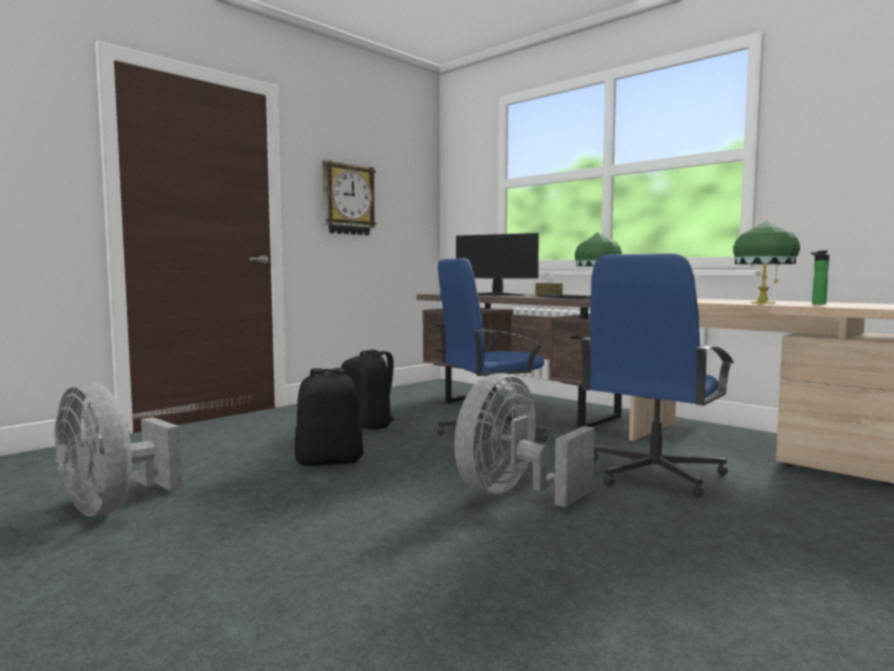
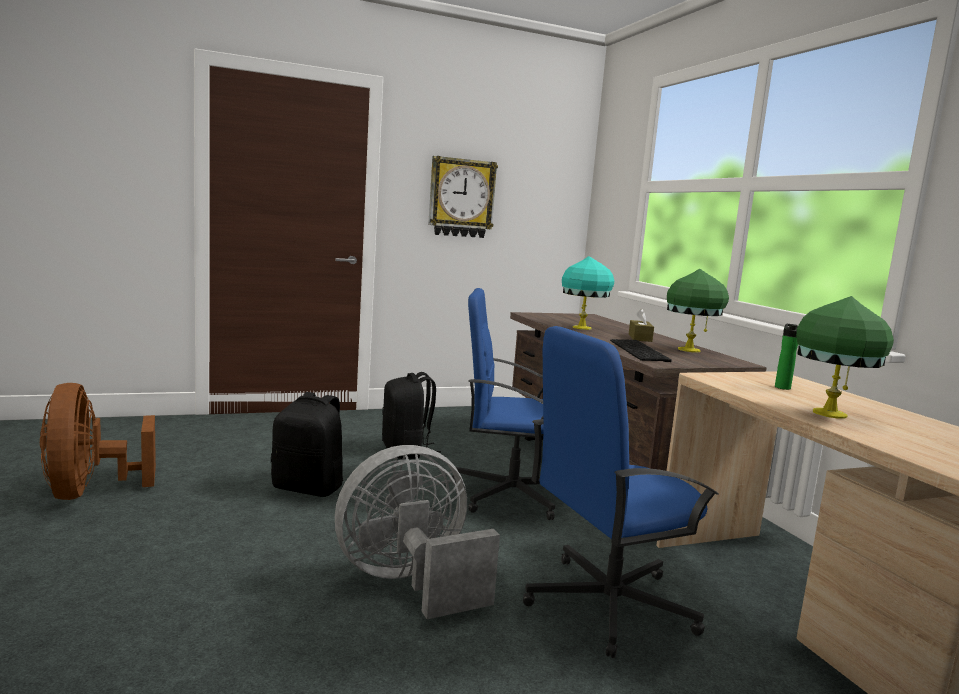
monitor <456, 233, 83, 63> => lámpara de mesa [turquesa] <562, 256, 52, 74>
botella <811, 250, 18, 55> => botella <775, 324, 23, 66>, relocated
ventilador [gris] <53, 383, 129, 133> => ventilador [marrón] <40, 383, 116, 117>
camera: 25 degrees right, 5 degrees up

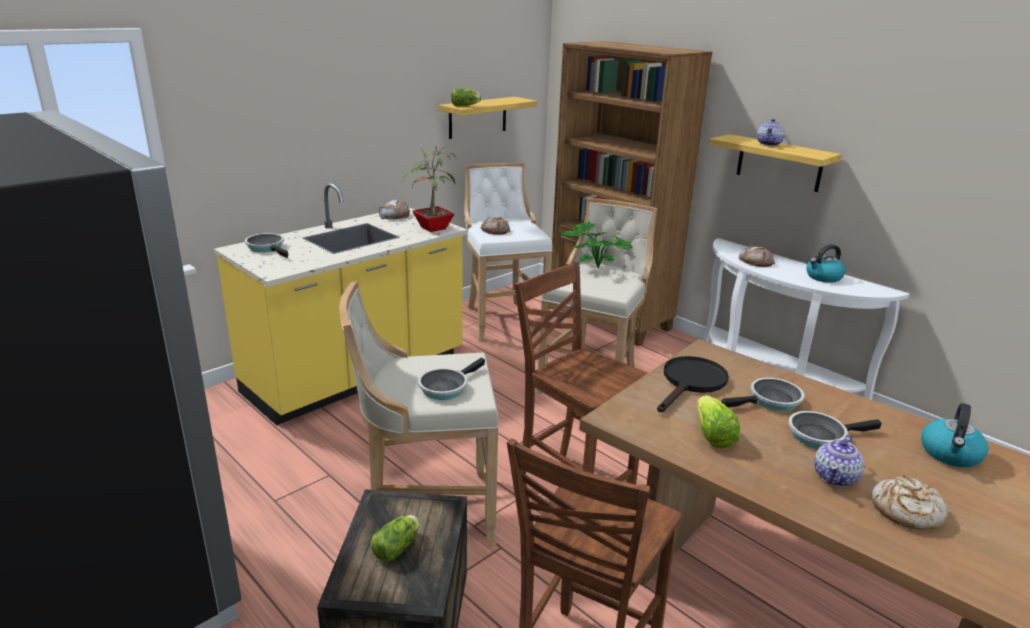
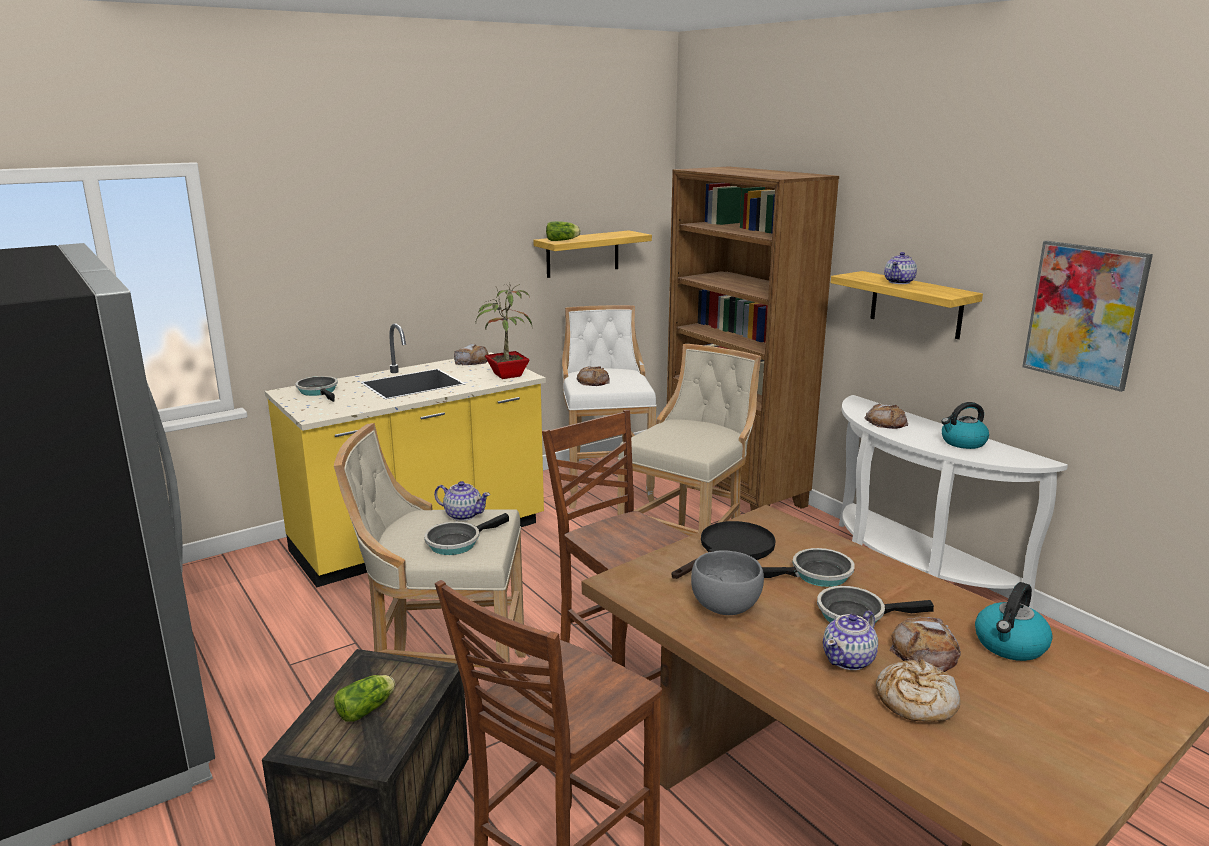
planta en maceta <560, 221, 73, 48> => nothing
lechuga <697, 395, 43, 53> => cuenco [gris] <691, 550, 73, 65>
nothing => cuadro <1022, 241, 131, 151>
nothing => tetera <434, 481, 56, 40>
nothing => pan <889, 617, 72, 55>
camera: 10 degrees right, 5 degrees down

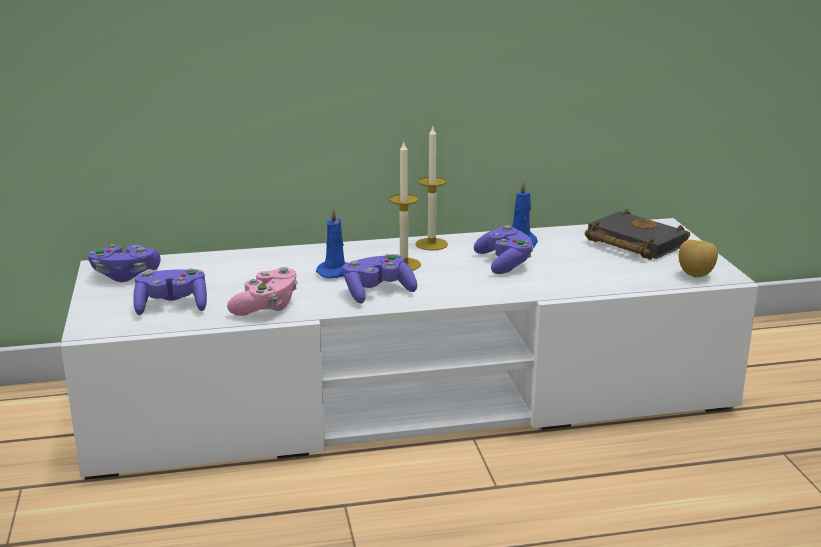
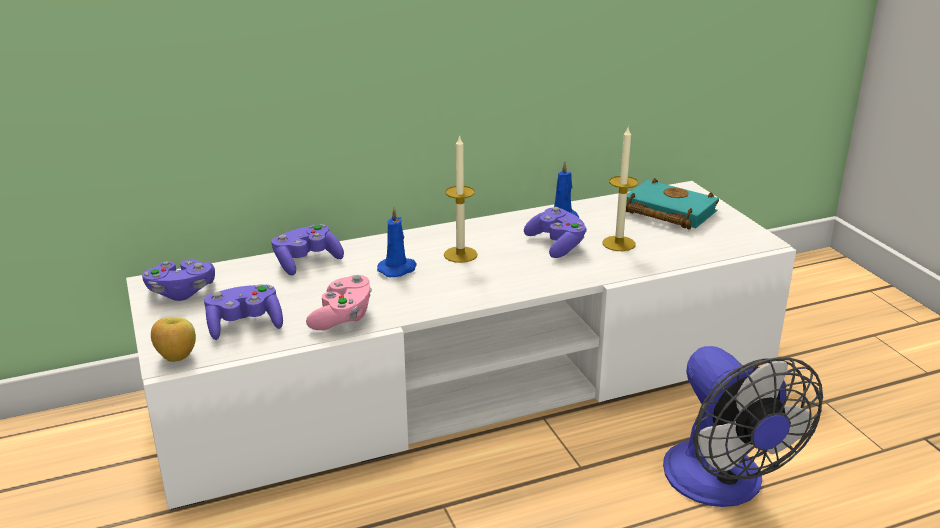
vela <416, 127, 32, 124> => vela <603, 127, 35, 124>, relocated
libro [negro] <585, 209, 105, 51> => libro [turquesa] <626, 178, 93, 52>
manzana <679, 240, 39, 37> => manzana <151, 318, 45, 44>, relocated
mando de consola [morado] <343, 254, 74, 49> => mando de consola [morado] <271, 224, 73, 51>, relocated
nothing => ventilador <663, 346, 160, 161>
camera: 10 degrees left, 5 degrees up

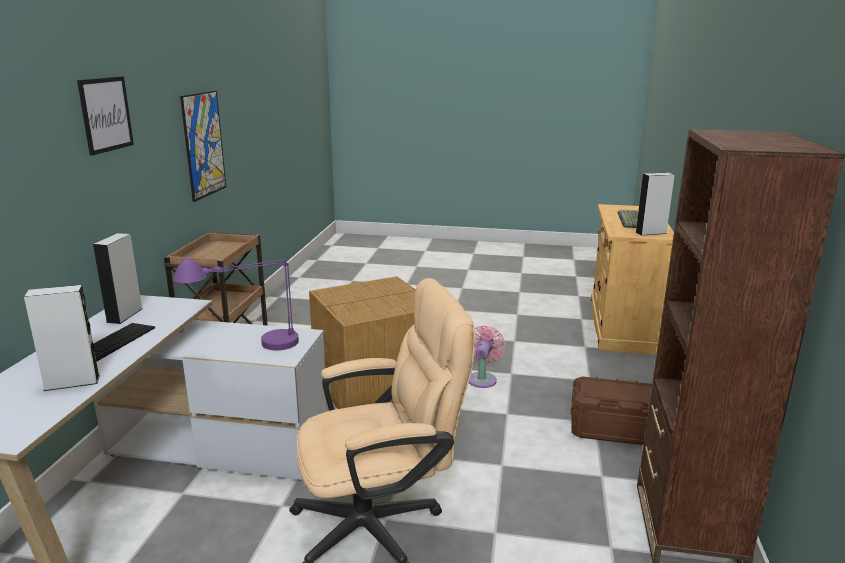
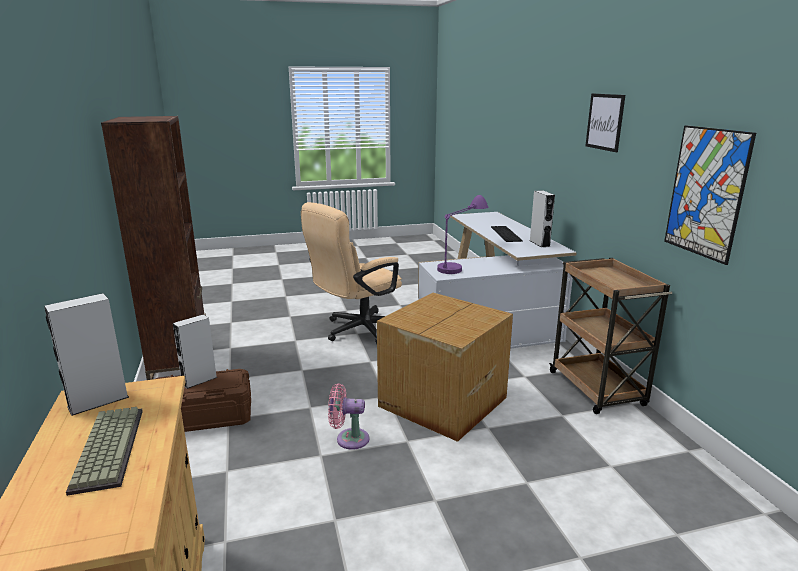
altavoz [gris] <24, 285, 76, 106> => altavoz [gris] <173, 314, 44, 75>, relocated
ventilador [rosa] <469, 326, 36, 62> => ventilador [rosa] <328, 383, 41, 67>, 105 degrees clockwise
camera: 155 degrees right, 0 degrees up

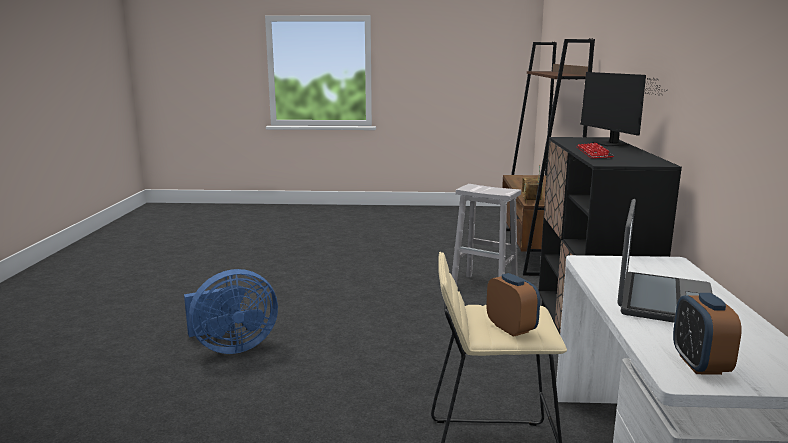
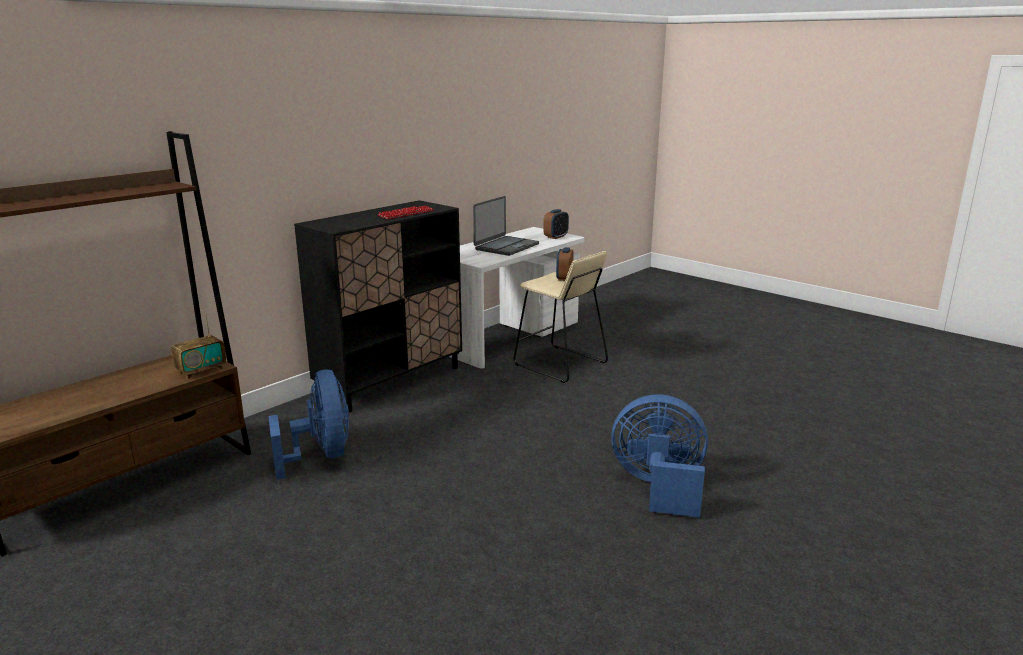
monitor <580, 72, 87, 74> => nothing
taburete [blanco] <452, 184, 69, 101> => ventilador [azul] <268, 370, 81, 110>
portátil <617, 199, 96, 124> => portátil <473, 196, 66, 60>, 150 degrees clockwise
camera: 140 degrees left, 5 degrees up

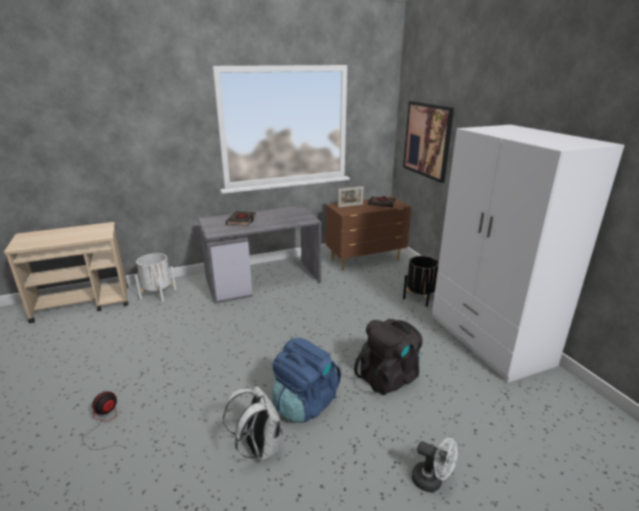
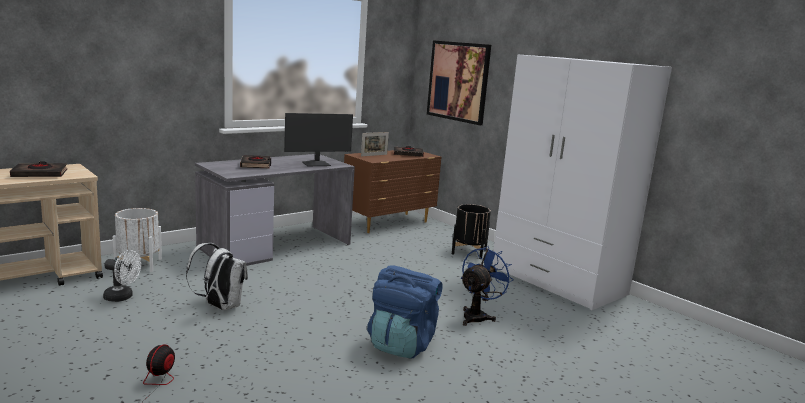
mochila [negro] <354, 319, 69, 76> => ventilador [azul] <461, 246, 53, 80>
mochila [blanco] <223, 386, 60, 76> => mochila [blanco] <186, 243, 62, 67>, relocated
ventilador [blanco] <412, 437, 46, 55> => ventilador [blanco] <103, 250, 38, 52>, relocated
nothing => monitor <284, 113, 69, 53>
nothing => libro [negro] <10, 161, 57, 16>
camera: 20 degrees left, 10 degrees down

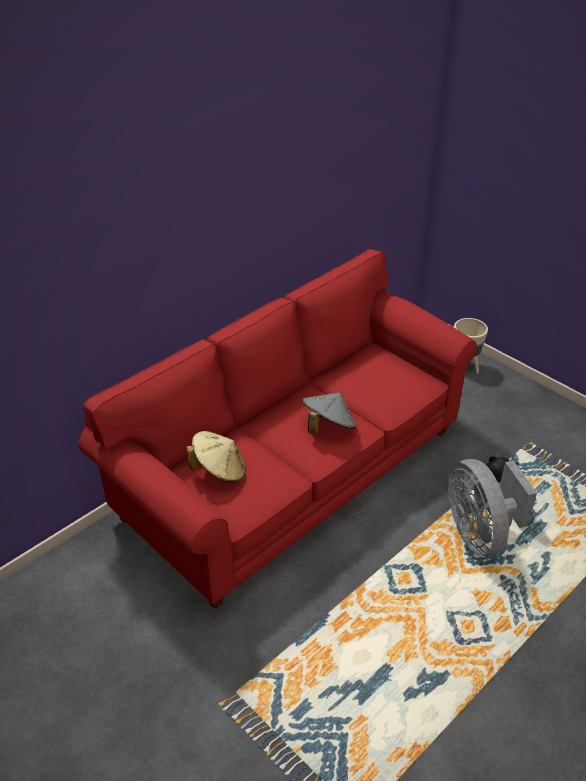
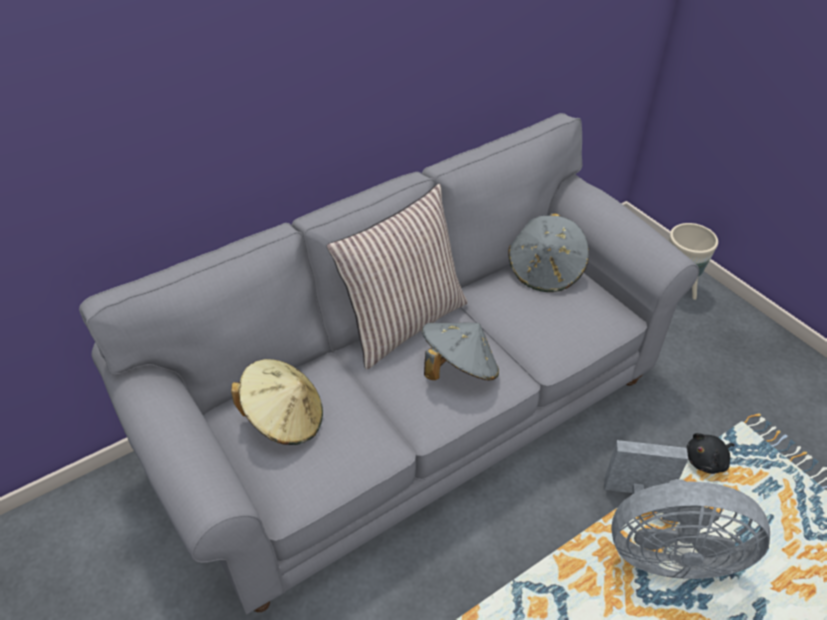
sofá [rojo] <78, 249, 399, 359> => sofá [gris] <79, 113, 620, 502>
ventilador [gris] <448, 459, 89, 97> => ventilador [gris] <604, 440, 166, 139>, 75 degrees counterclockwise
nothing => cojín <327, 184, 141, 186>
nothing => sombrero [gris] <508, 213, 81, 79>
camera: 10 degrees right, 5 degrees up

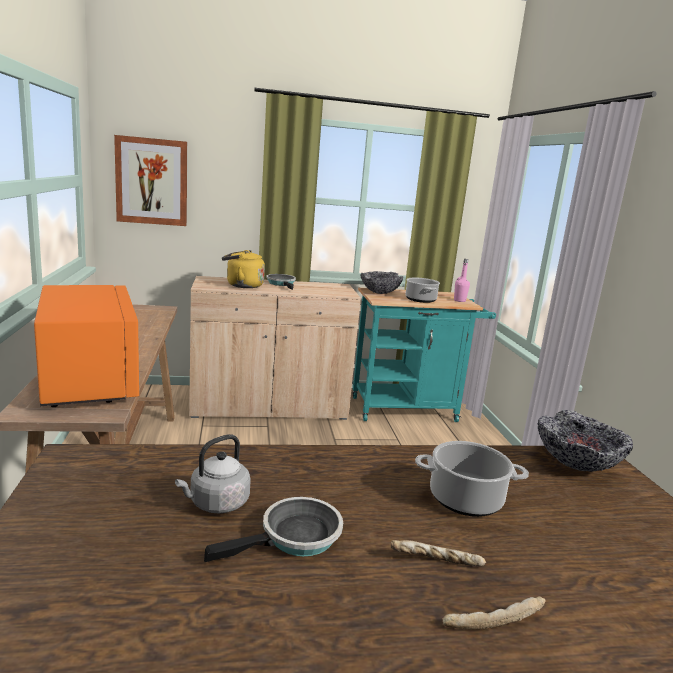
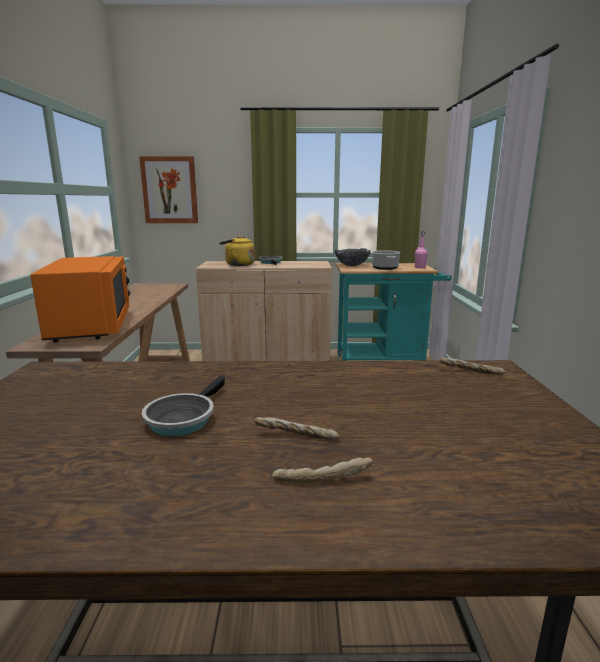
cuenco <537, 410, 96, 62> => pan <439, 358, 66, 17>
hervidor [gris] <175, 434, 76, 80> => nothing
olla <415, 441, 114, 76> => nothing
sartén <204, 497, 139, 65> => sartén <142, 376, 83, 60>, 135 degrees clockwise
camera: 10 degrees right, 0 degrees up

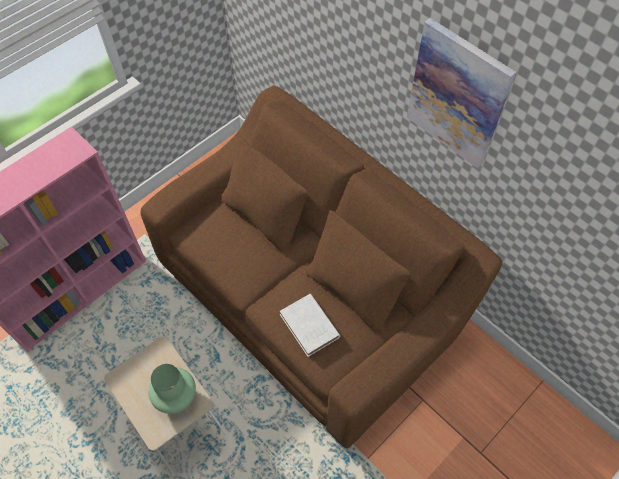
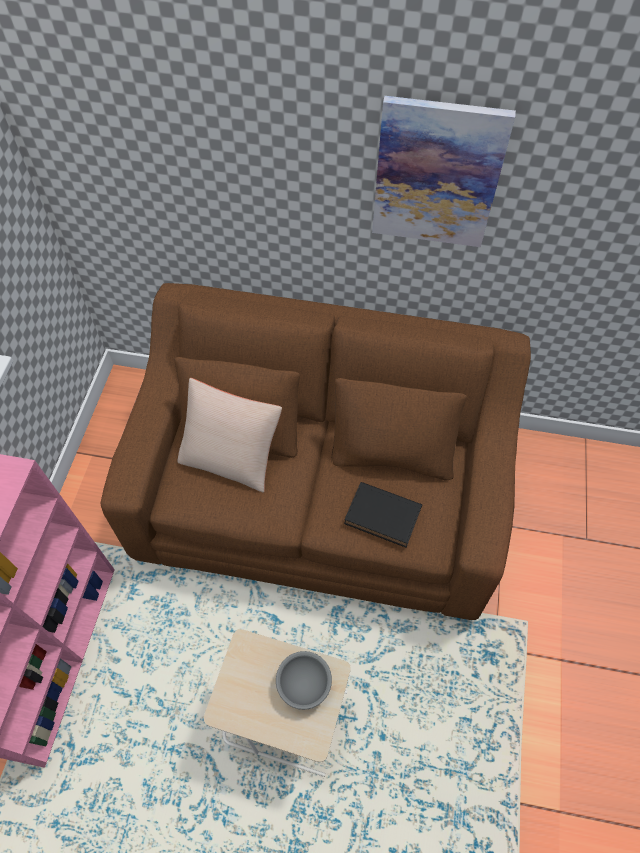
libro [blanco] <280, 294, 60, 63> => libro [negro] <344, 482, 78, 66>
florero [verde] <149, 364, 47, 50> => cuenco [gris] <276, 651, 56, 59>
nothing => cojín [beis] <177, 378, 105, 115>
camera: 35 degrees left, 0 degrees up

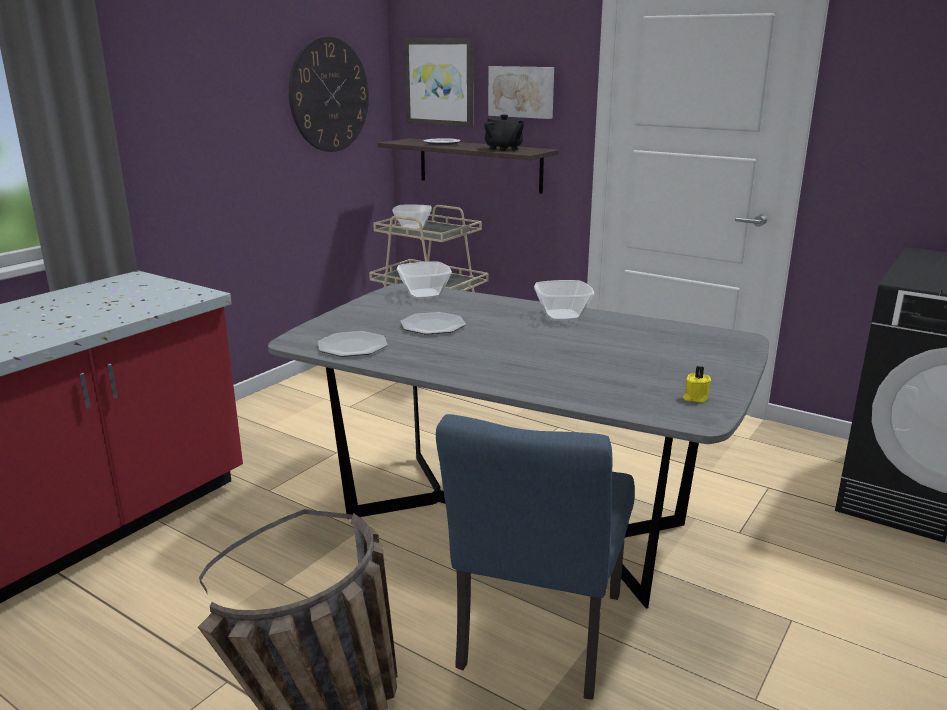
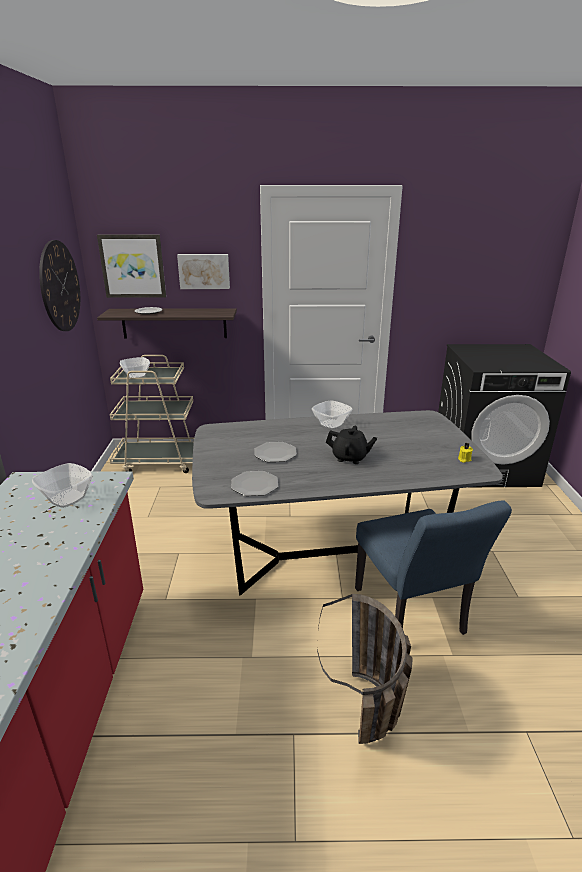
tetera [negro] <484, 114, 40, 37> => tetera [negro] <326, 426, 51, 38>, relocated
cuenco <397, 261, 55, 38> => cuenco <32, 463, 61, 45>, relocated
camera: 35 degrees left, 5 degrees up

